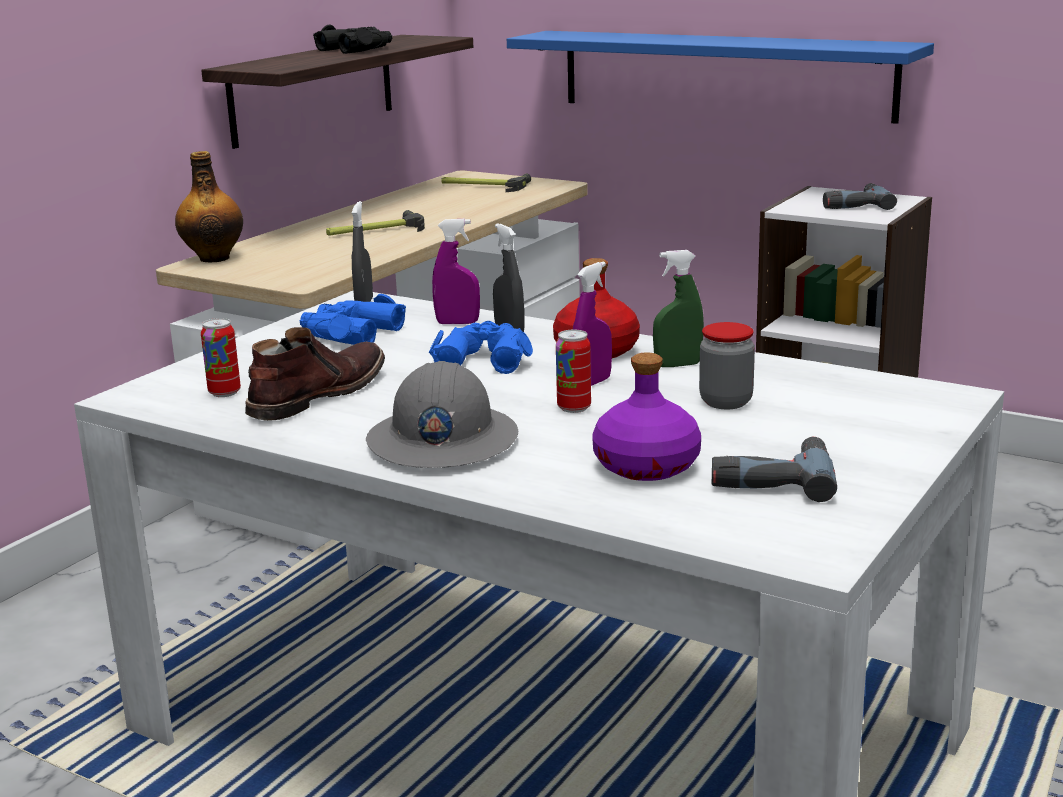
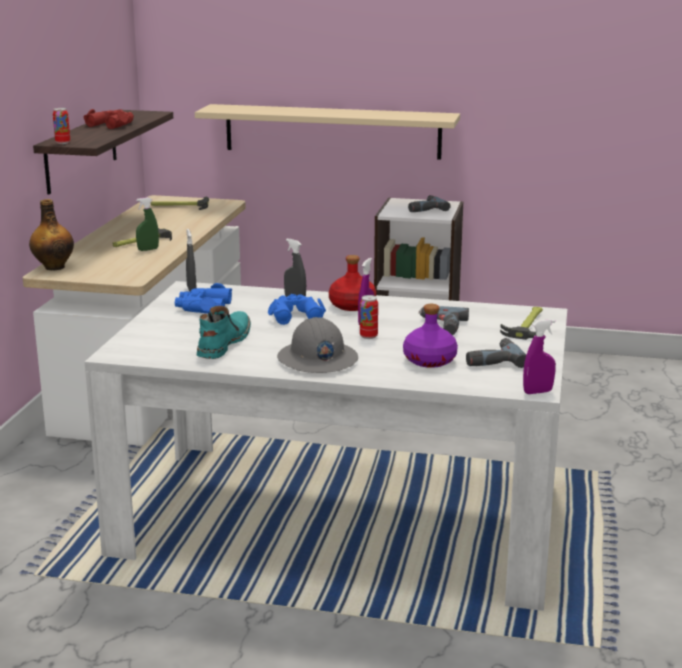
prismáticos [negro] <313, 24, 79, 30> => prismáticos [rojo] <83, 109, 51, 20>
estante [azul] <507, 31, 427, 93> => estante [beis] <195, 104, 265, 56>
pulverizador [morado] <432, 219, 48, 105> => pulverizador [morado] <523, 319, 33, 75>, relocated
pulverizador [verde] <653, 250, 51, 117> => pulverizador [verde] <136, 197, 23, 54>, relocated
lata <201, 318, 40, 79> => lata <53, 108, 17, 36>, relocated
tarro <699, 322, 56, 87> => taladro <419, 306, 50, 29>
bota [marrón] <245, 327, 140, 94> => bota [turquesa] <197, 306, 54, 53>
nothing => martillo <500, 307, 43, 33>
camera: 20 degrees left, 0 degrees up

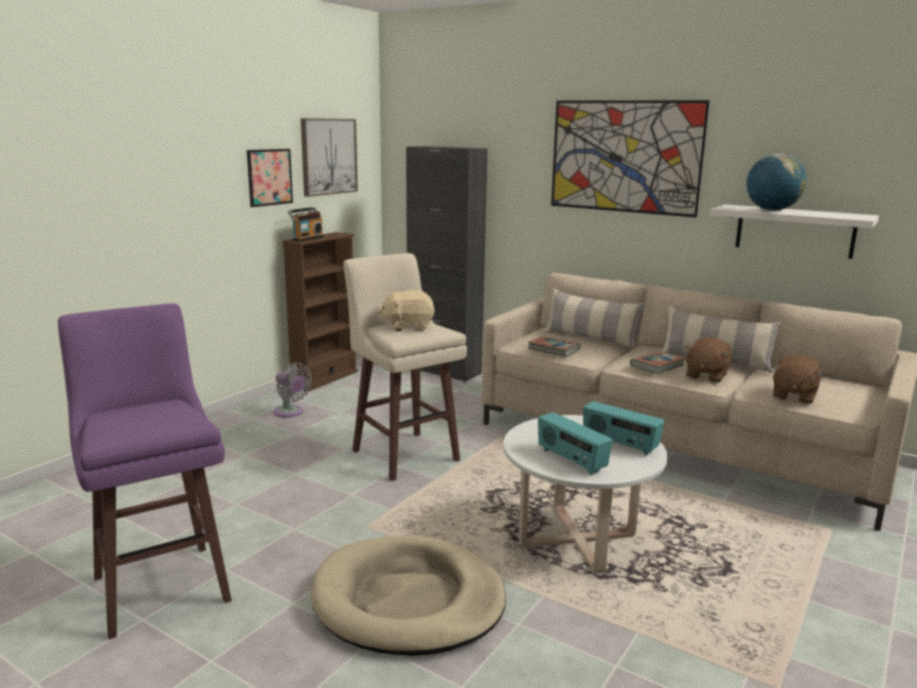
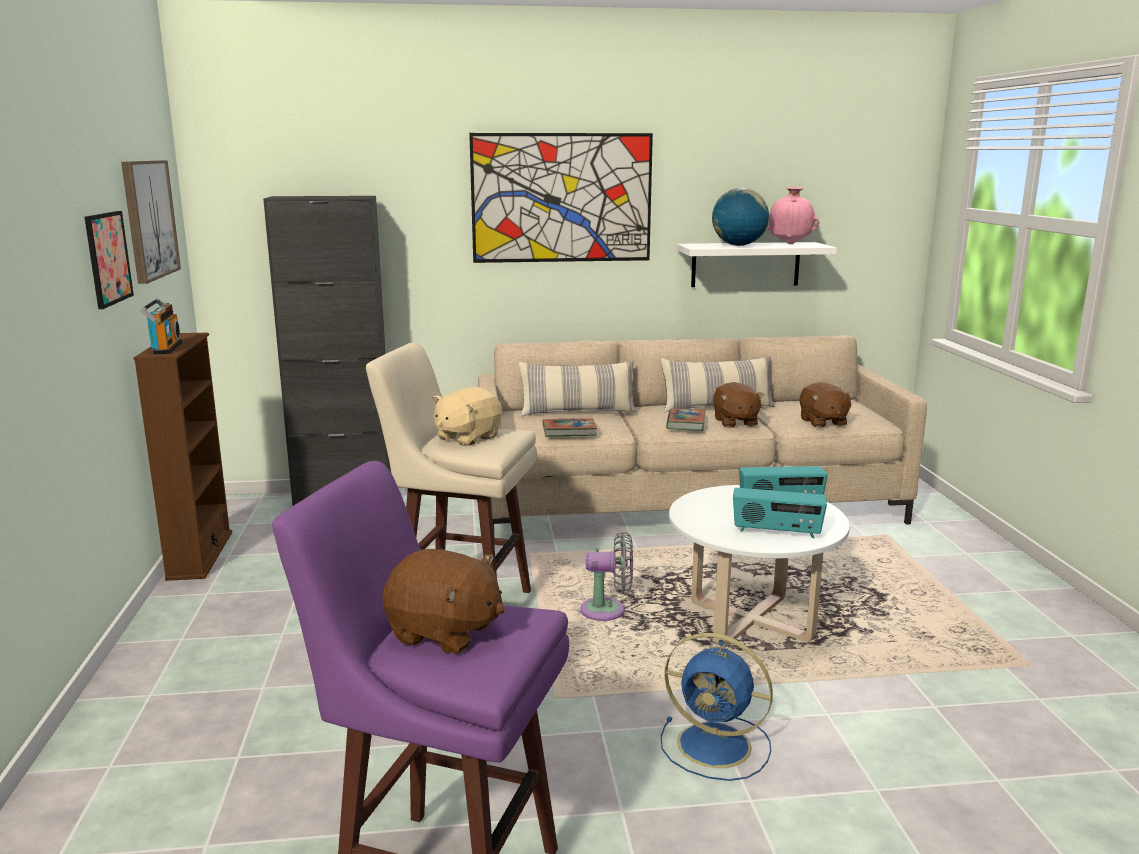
ventilador [gris] <273, 363, 39, 55> => ventilador [gris] <580, 532, 53, 89>, relocated
cama para perro [beis] <311, 535, 195, 121> => ventilador [azul] <661, 633, 112, 148>
nothing => florero [rosa] <767, 187, 53, 57>
nothing => peluche [marrón] <382, 549, 123, 105>
camera: 40 degrees left, 0 degrees up

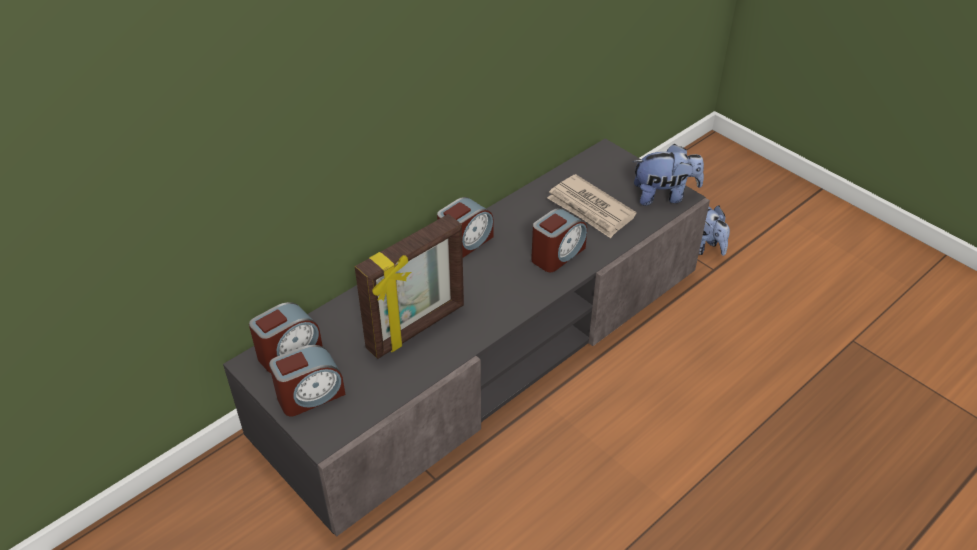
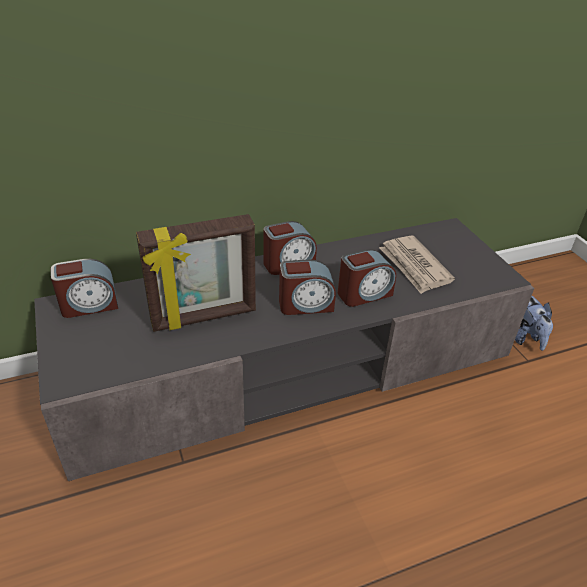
peluche <633, 144, 71, 62> => nothing
despertador <269, 345, 76, 72> => despertador <279, 260, 57, 55>, relocated
camera: 20 degrees right, 5 degrees down

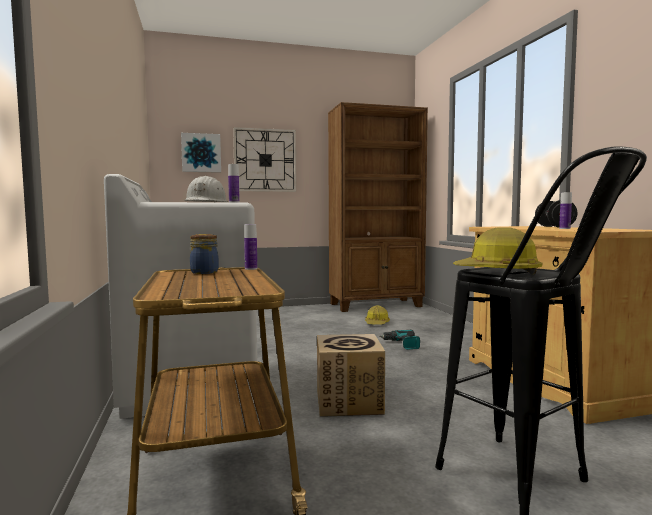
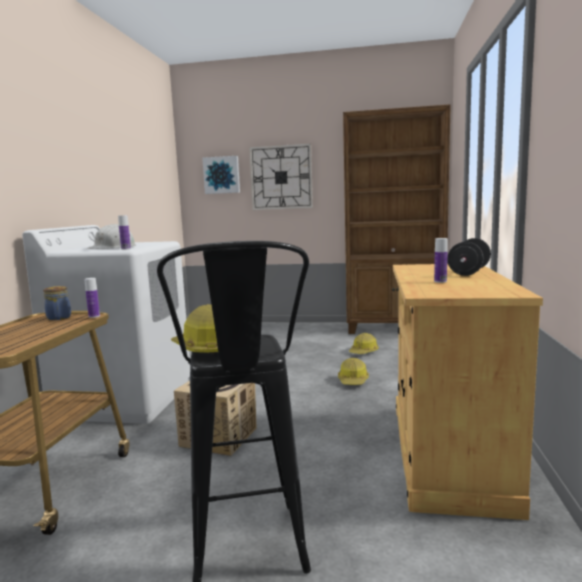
taladro <379, 330, 41, 20> => casco <338, 358, 31, 27>
camera: 25 degrees right, 5 degrees up

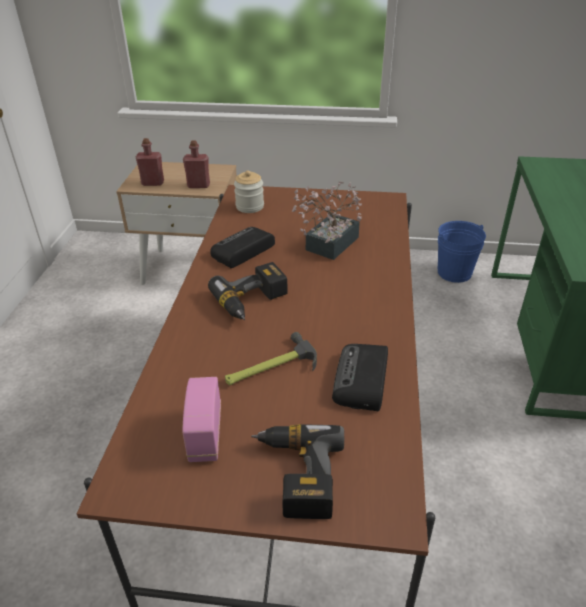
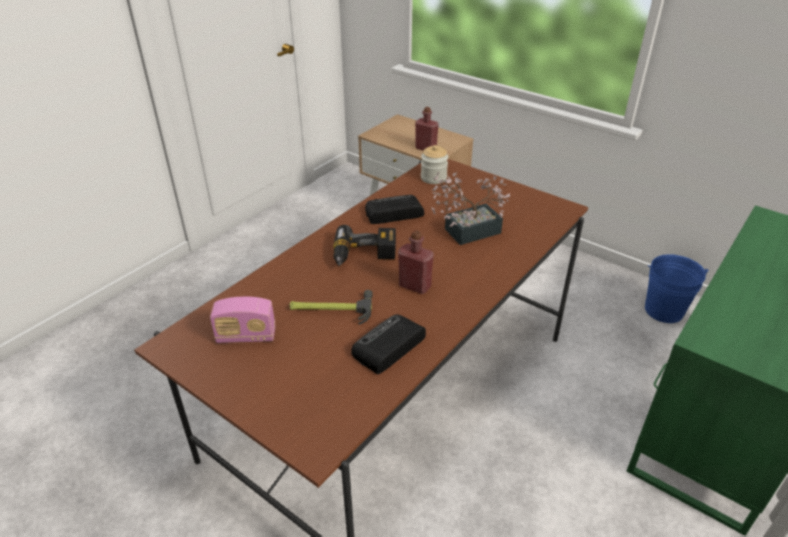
botella [rojo] <136, 138, 28, 48> => botella [rojo] <398, 230, 36, 64>, relocated
radio <182, 377, 39, 85> => radio <210, 297, 66, 46>, 120 degrees counterclockwise
taladro <251, 424, 93, 95> => nothing
camera: 30 degrees right, 0 degrees up

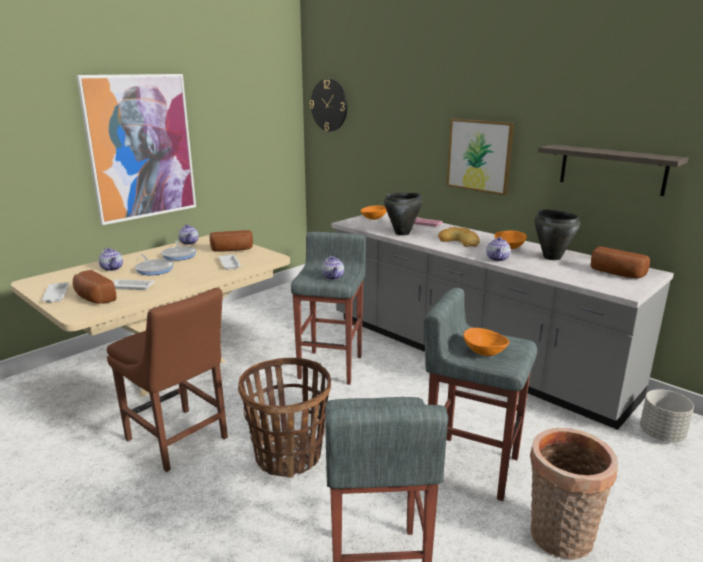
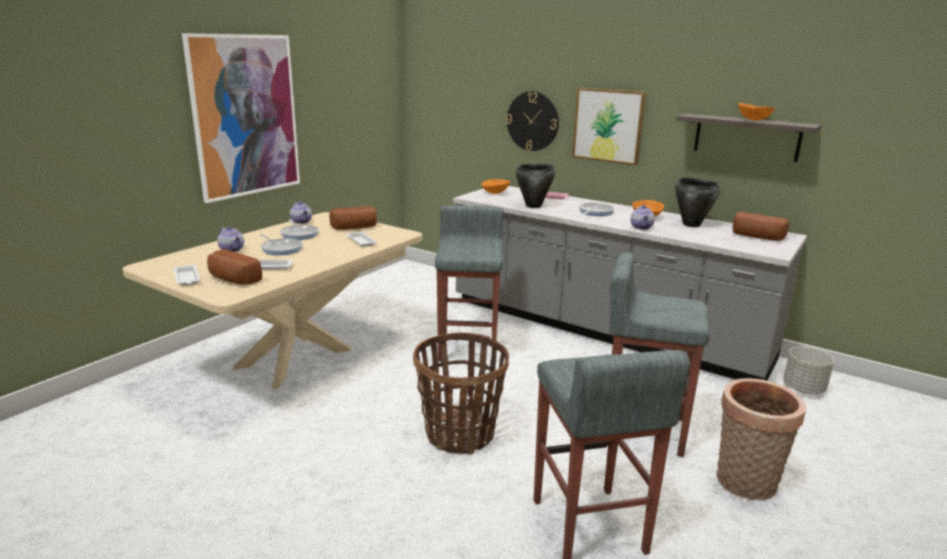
reloj de pared <310, 79, 37, 52> => reloj de pared <506, 91, 53, 60>, relocated
pan <438, 227, 42, 20> => sartén <579, 203, 36, 13>
tetera <322, 256, 22, 24> => nothing
silla [marrón] <107, 288, 121, 184> => nothing
cuenco [naranja] <463, 328, 46, 28> => cuenco [naranja] <738, 103, 37, 18>, relocated
camera: 10 degrees left, 0 degrees up

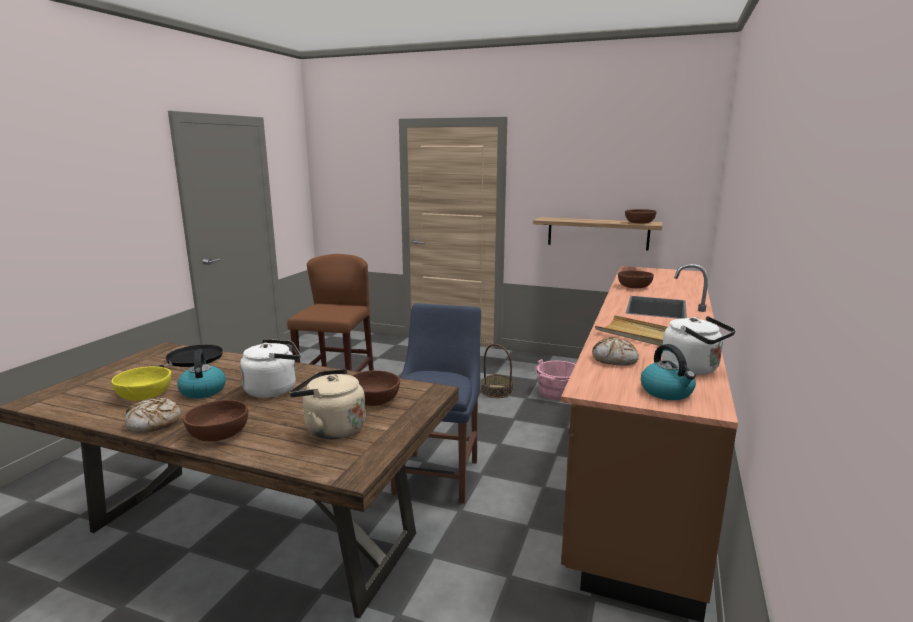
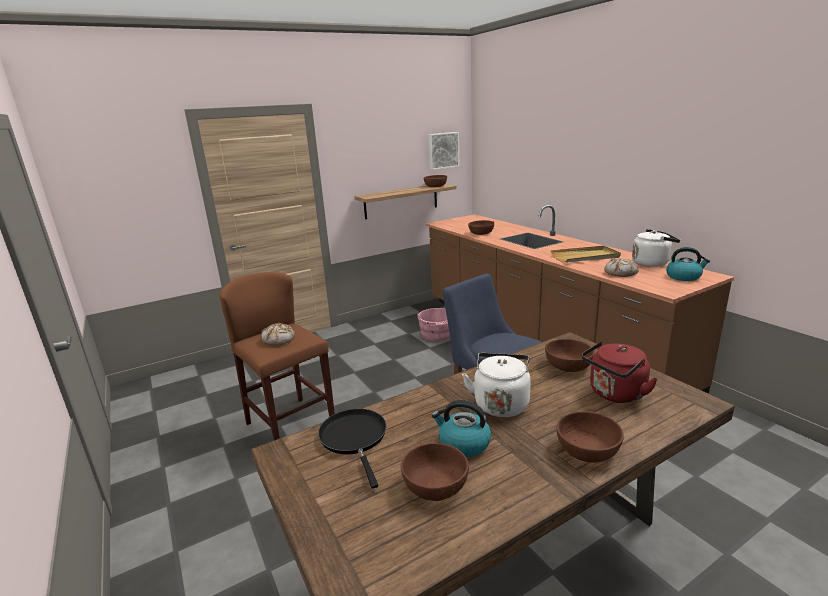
cesta <481, 344, 32, 54> => nothing
cuenco [amarillo] <111, 366, 60, 35> => cuenco [marrón] <401, 443, 68, 58>
hervidor [beis] <289, 369, 77, 70> => hervidor [rojo] <582, 341, 76, 62>
pan <125, 397, 56, 36> => pan <261, 323, 34, 22>, relocated
nothing => cuadro <428, 132, 31, 38>
camera: 50 degrees left, 5 degrees up

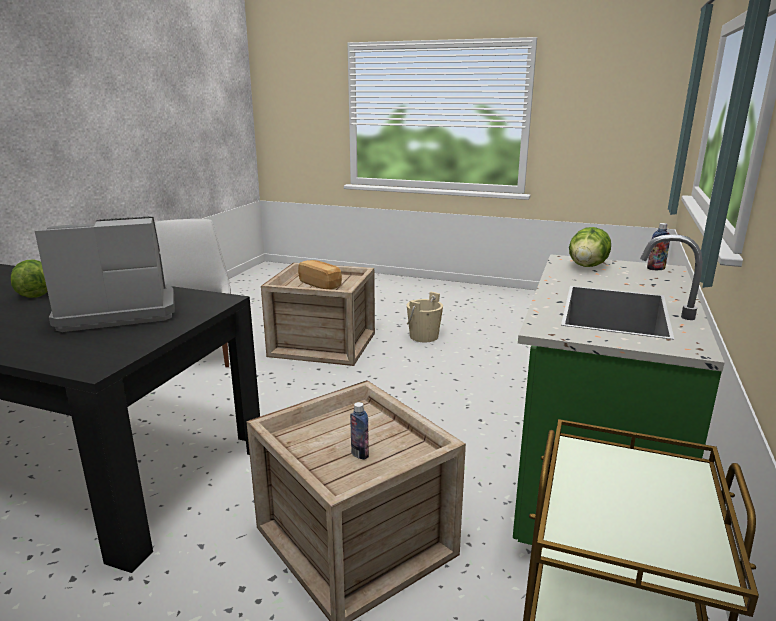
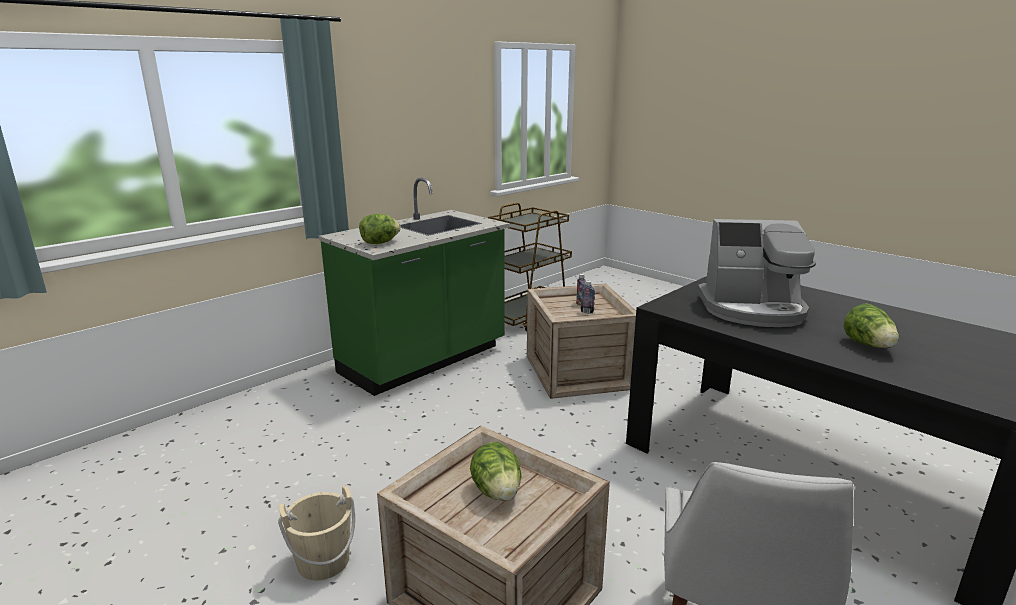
botella <647, 223, 23, 47> => botella <581, 281, 14, 32>, relocated
pan <298, 260, 44, 30> => lechuga <470, 442, 52, 59>
camera: 155 degrees left, 0 degrees up

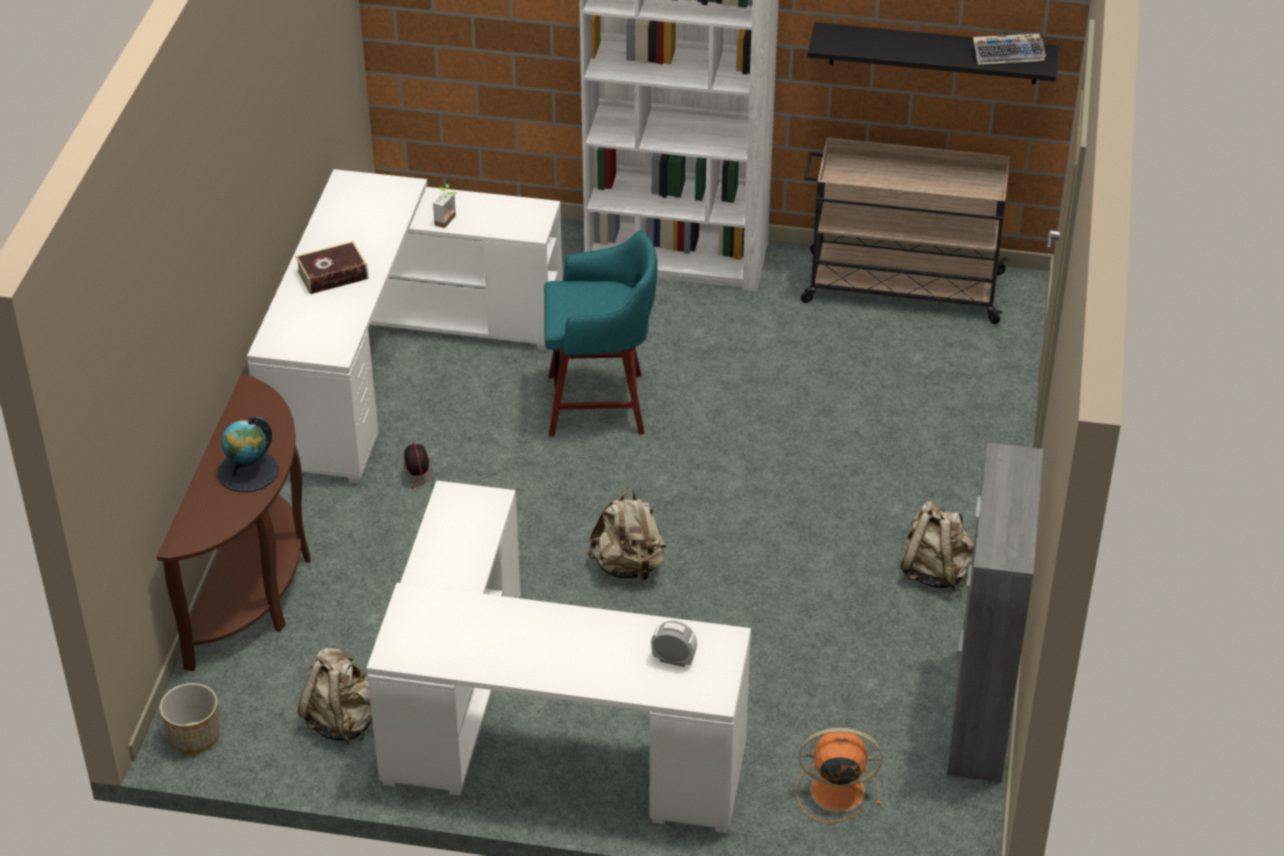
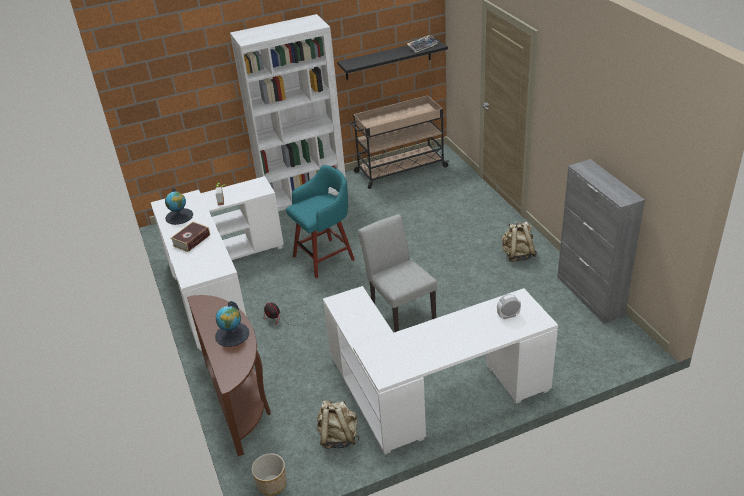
mochila [beis] <588, 489, 79, 92> => silla [gris] <358, 214, 79, 118>
ventilador [naranja] <796, 728, 86, 94> => nothing
nothing => globo terráqueo <165, 188, 28, 37>
camera: 30 degrees left, 5 degrees down

